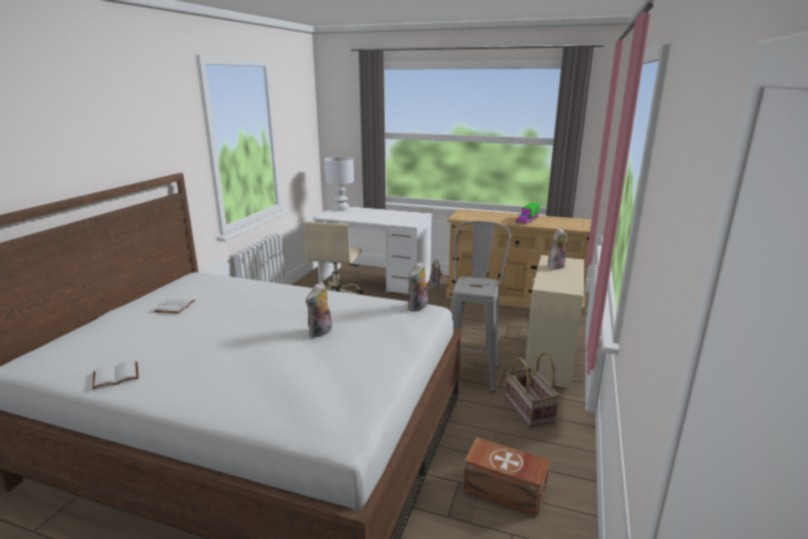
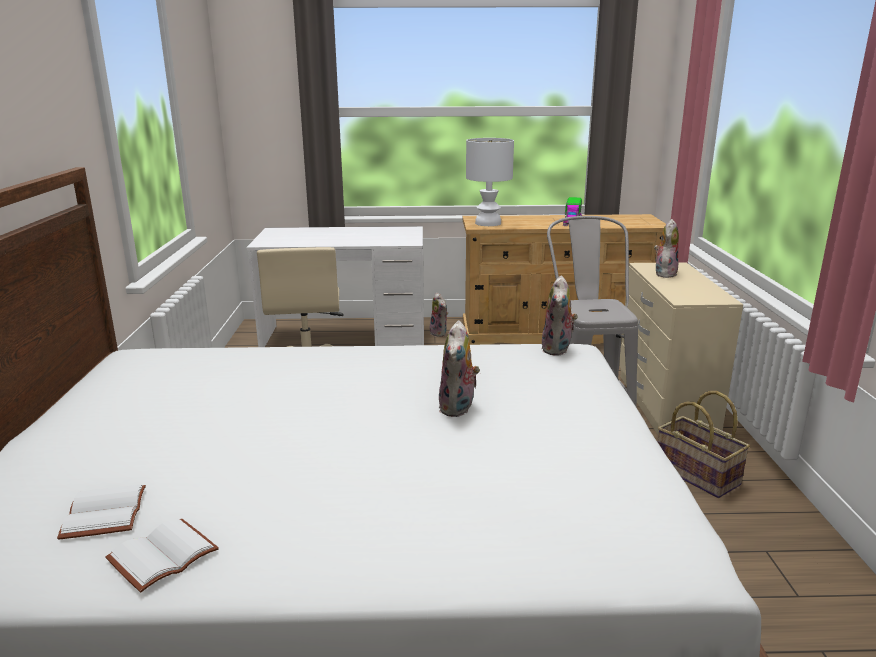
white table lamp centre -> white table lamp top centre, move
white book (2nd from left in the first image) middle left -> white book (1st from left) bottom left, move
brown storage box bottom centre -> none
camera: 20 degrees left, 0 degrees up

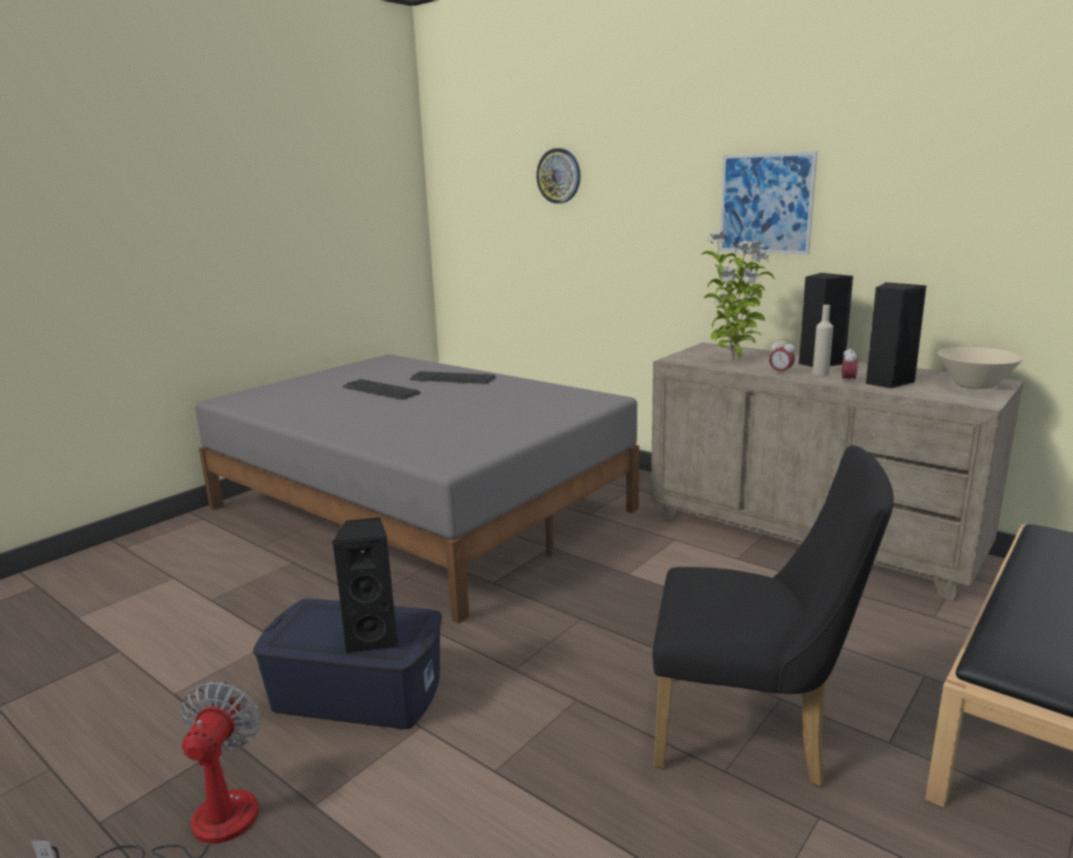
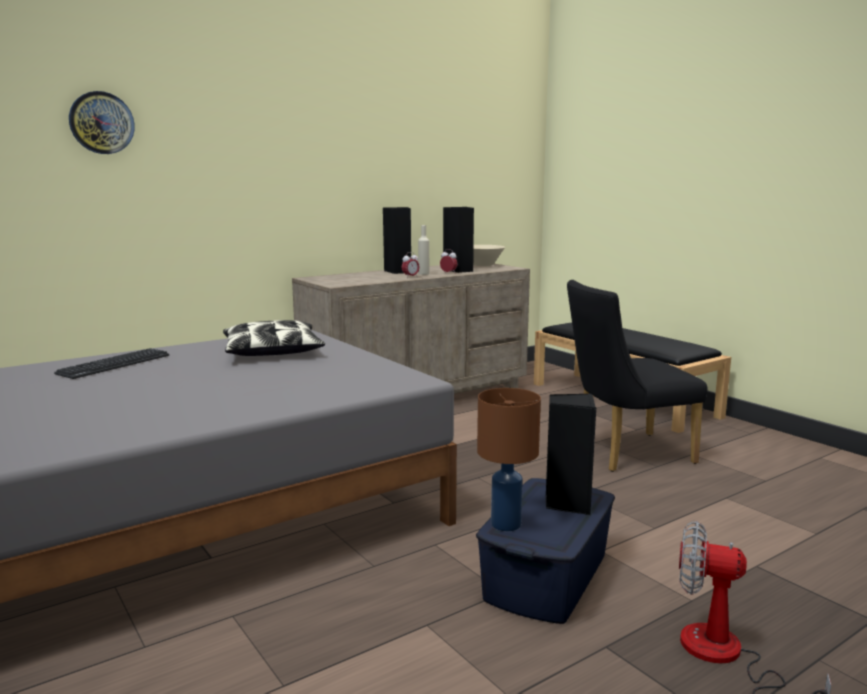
picture top right -> none
potted plant middle right -> none
keyboard (1st from left) centre -> none
black chair bottom right -> black chair middle right, 135 degrees counterclockwise
none -> pillow middle left
none -> brown table lamp centre
camera: 75 degrees left, 5 degrees down

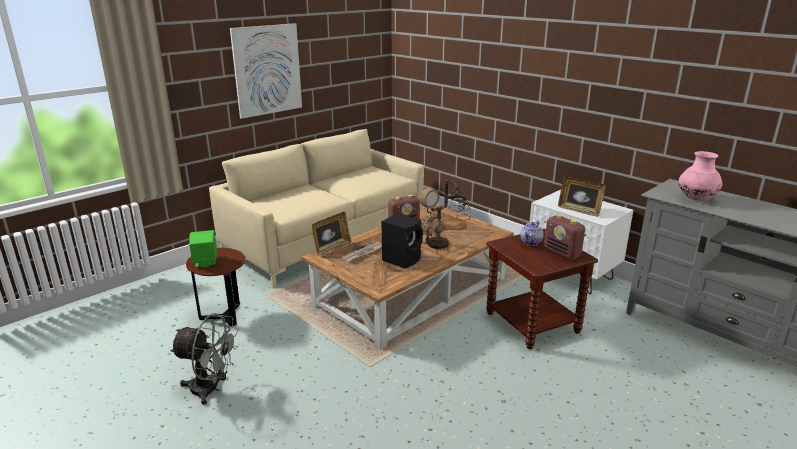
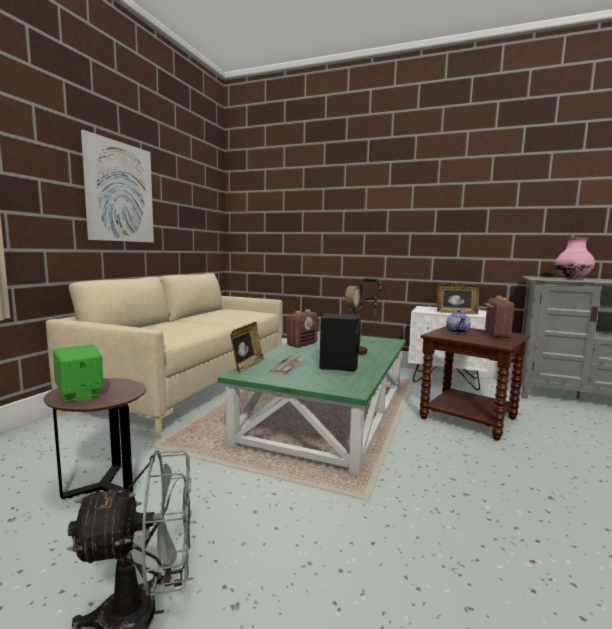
brown coffee table centre -> green coffee table centre
radio (2nd from left) middle right, 105 degrees counterclockwise
camera: 25 degrees left, 15 degrees down

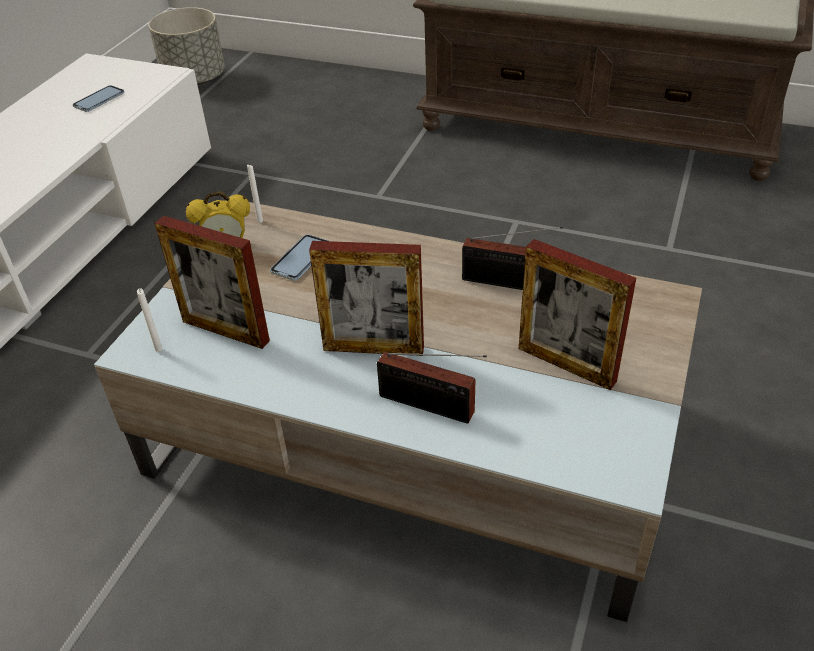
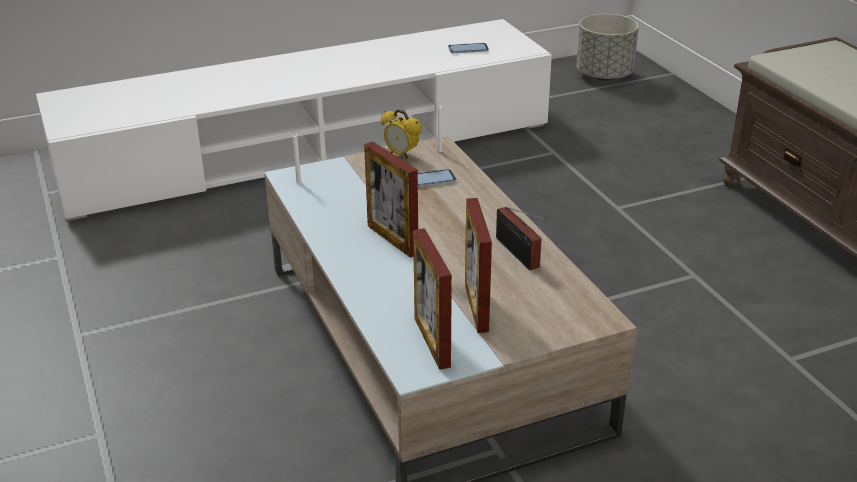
picture frame (1st from left in the first image) middle left -> picture frame (2nd from left) centre, move
radio (1st from left) centre -> none
camera: 45 degrees right, 10 degrees down

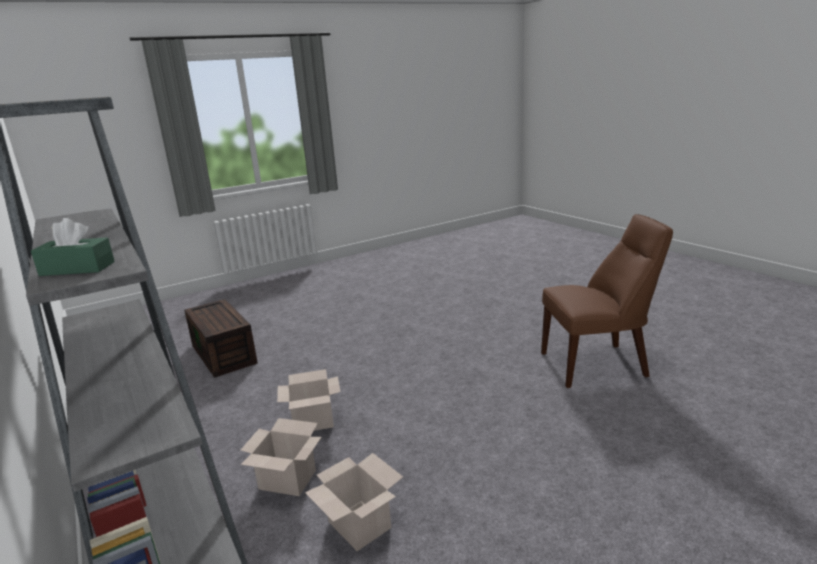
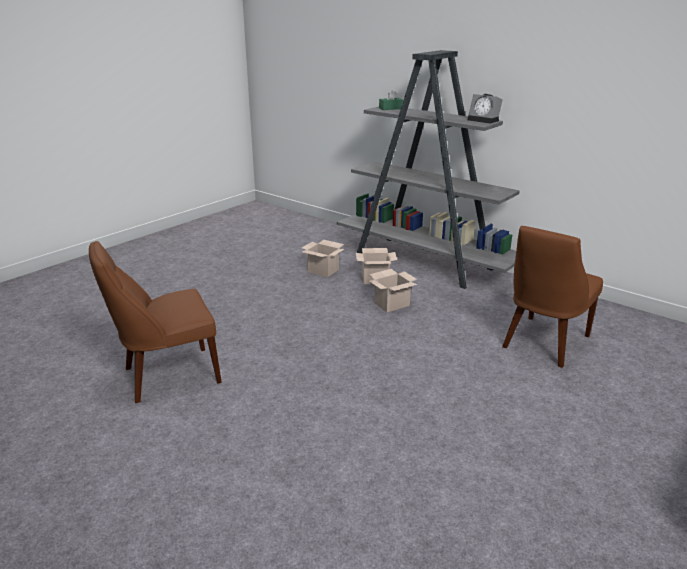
brown storage box middle left -> brown chair (2nd from left) middle right
none -> alarm clock top right
camera: 160 degrees right, 5 degrees up

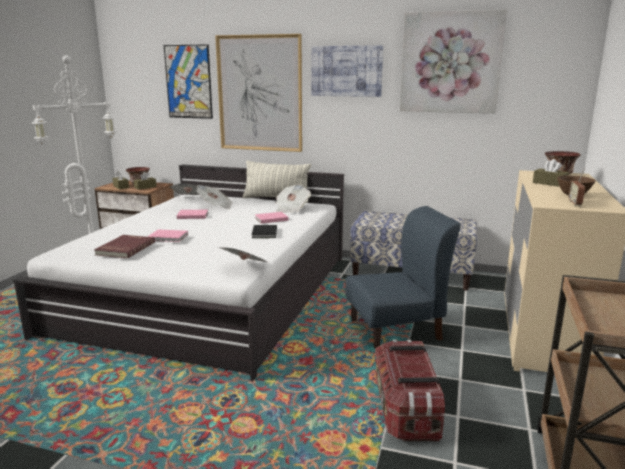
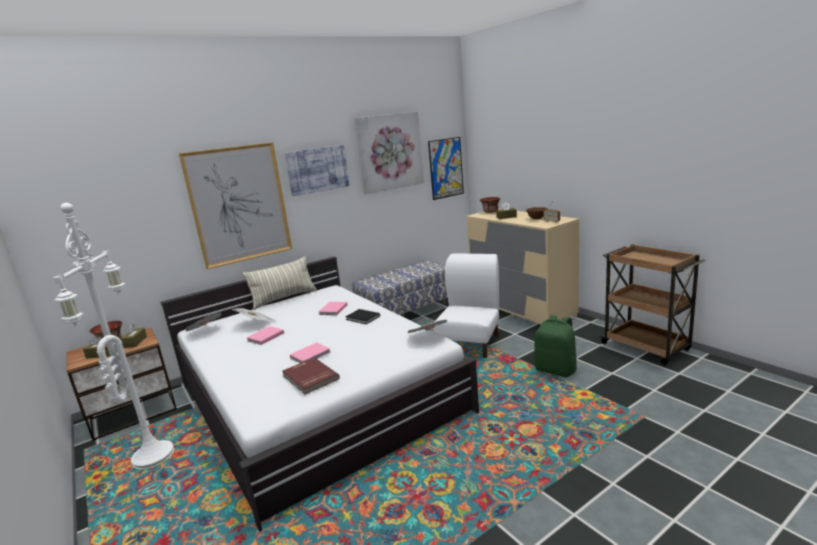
picture (1st from left in the first image) top left -> picture (4th from left) top centre, move
newspaper (4th from left) centre -> none
blue chair centre -> white chair centre
storage box bottom centre -> green backpack middle right
camera: 50 degrees left, 0 degrees up

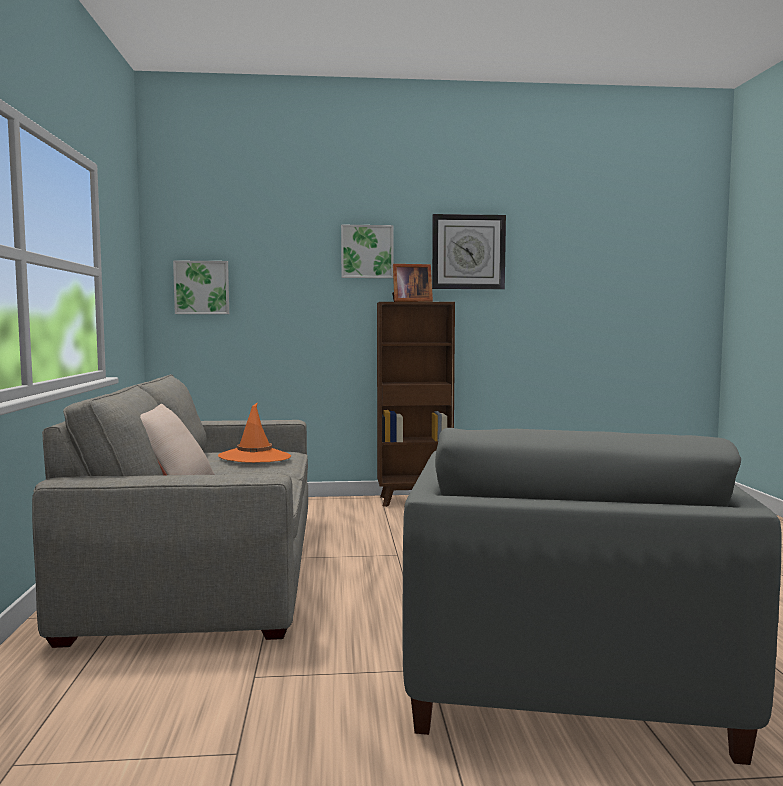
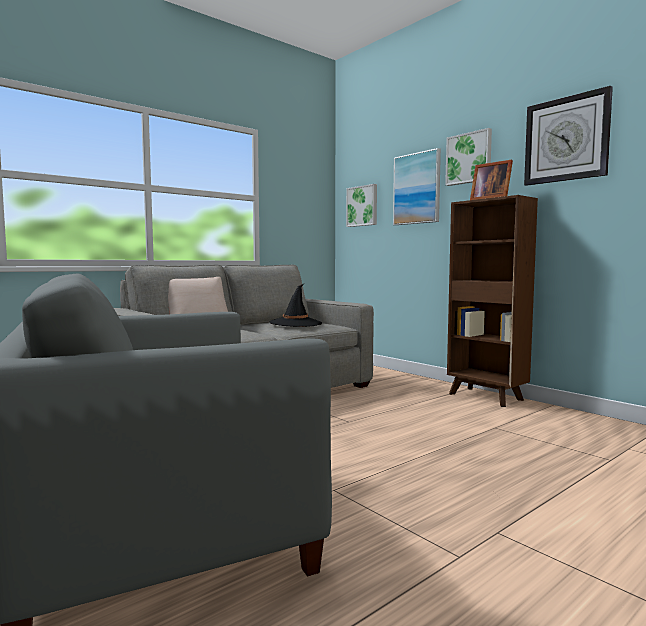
orange hat middle left -> black hat centre
none -> picture (2nd from left) top centre
camera: 55 degrees right, 0 degrees up

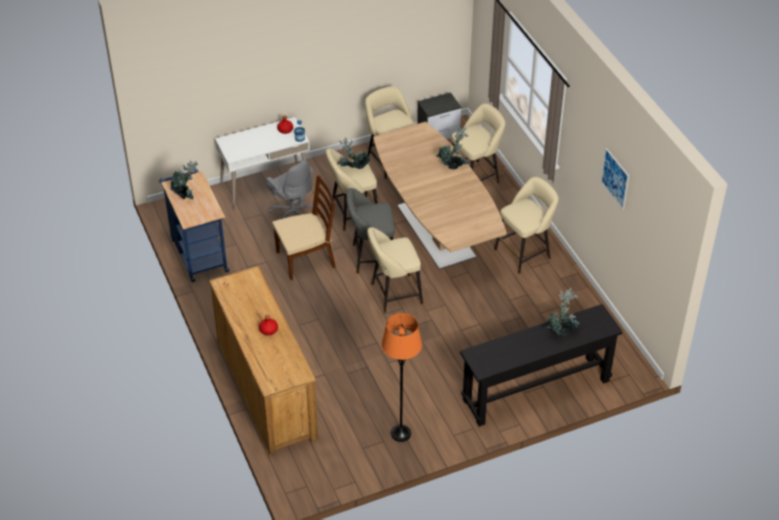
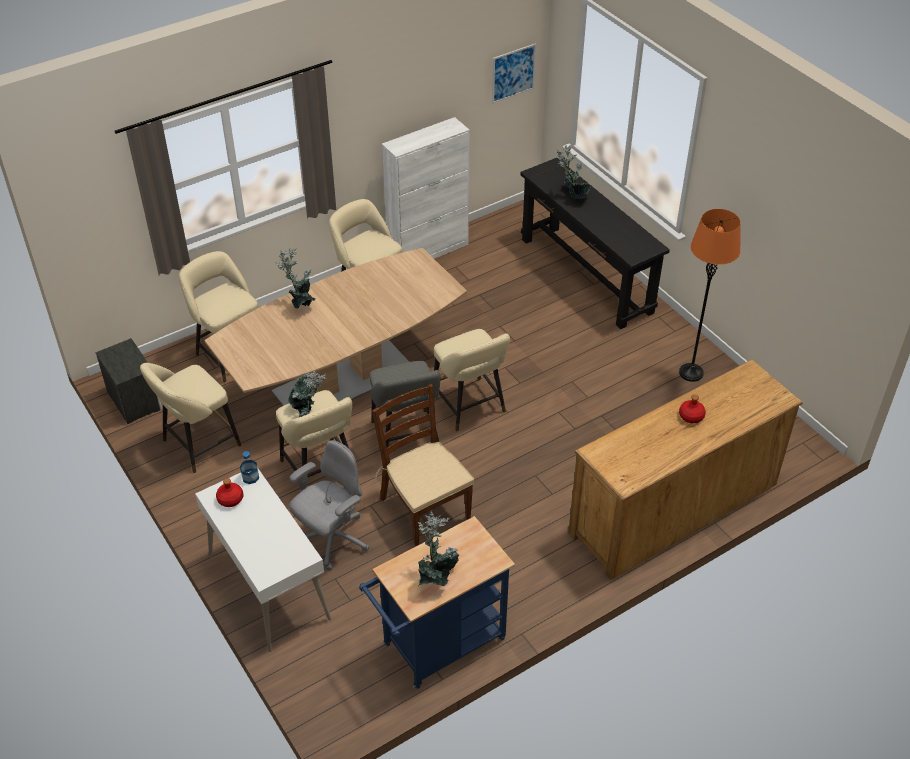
picture middle right -> picture top centre, move
none -> white cabinet top centre
camera: 100 degrees left, 0 degrees up

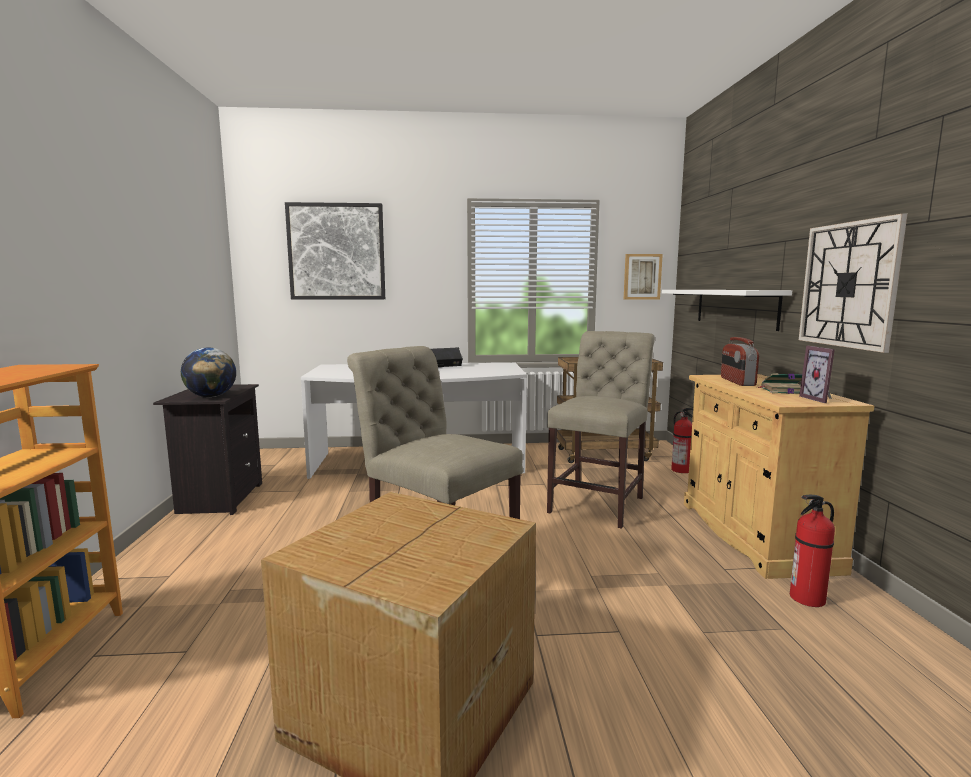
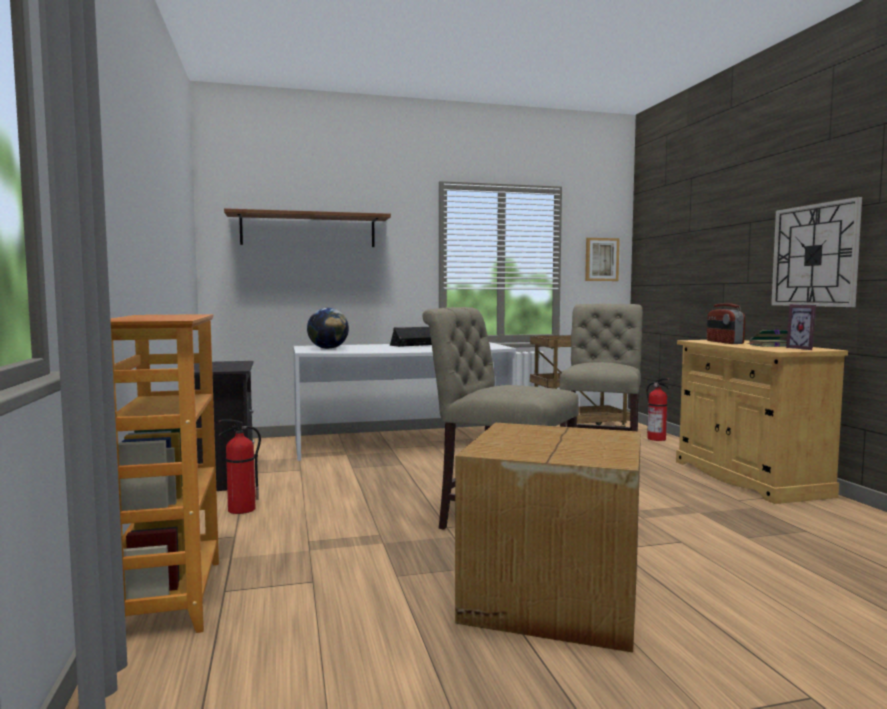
picture (1st from left) top centre -> brown shelf top centre
white shelf middle right -> none
globe middle left -> globe centre, move
fire extinguisher (2nd from left in the first image) bottom right -> fire extinguisher (1st from left) middle left, move
camera: 10 degrees left, 5 degrees down

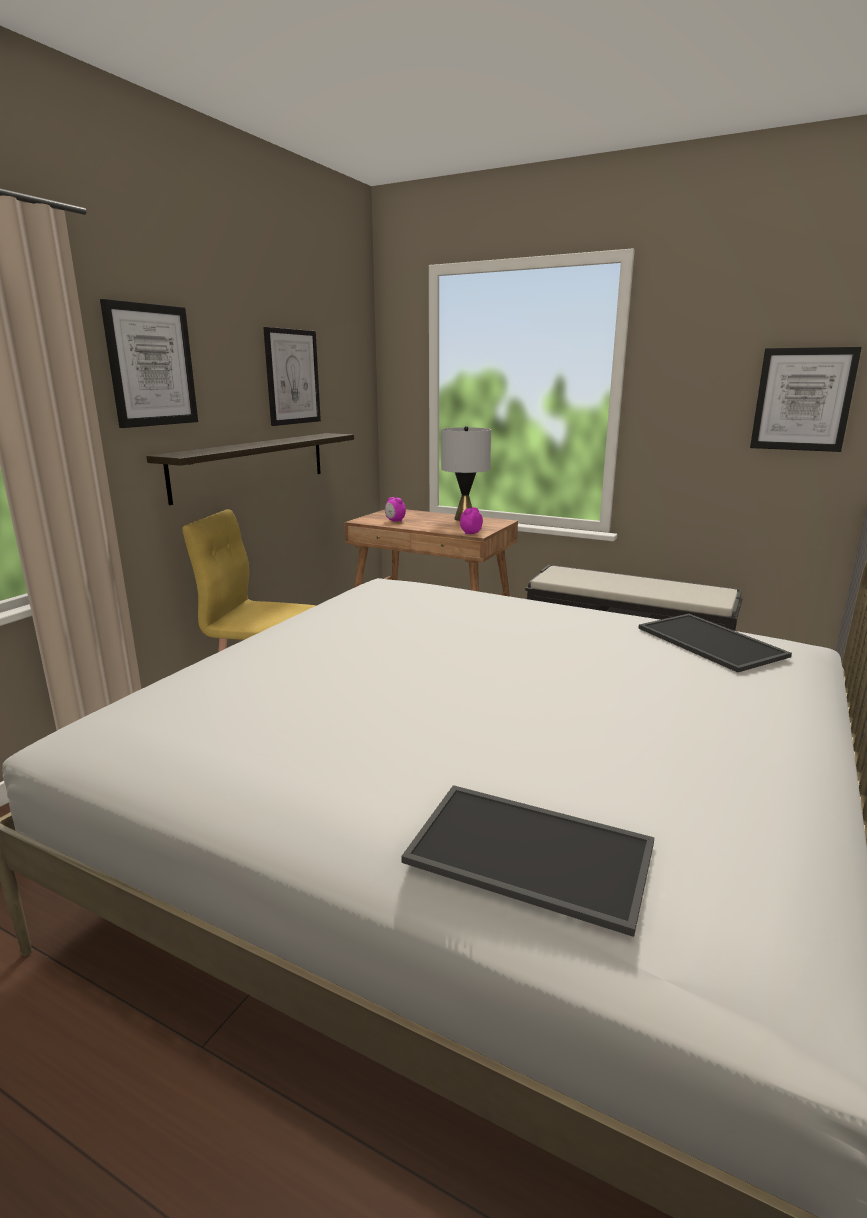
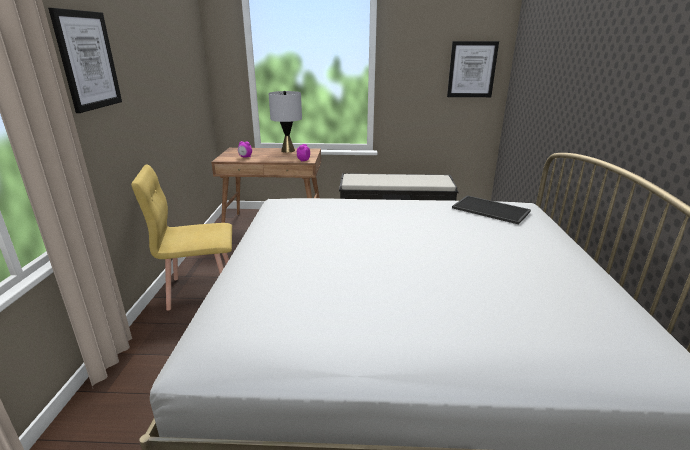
picture (2nd from left) top centre -> none
shelf middle left -> none
tray (1st from left) bottom centre -> none
camera: 25 degrees left, 5 degrees up

